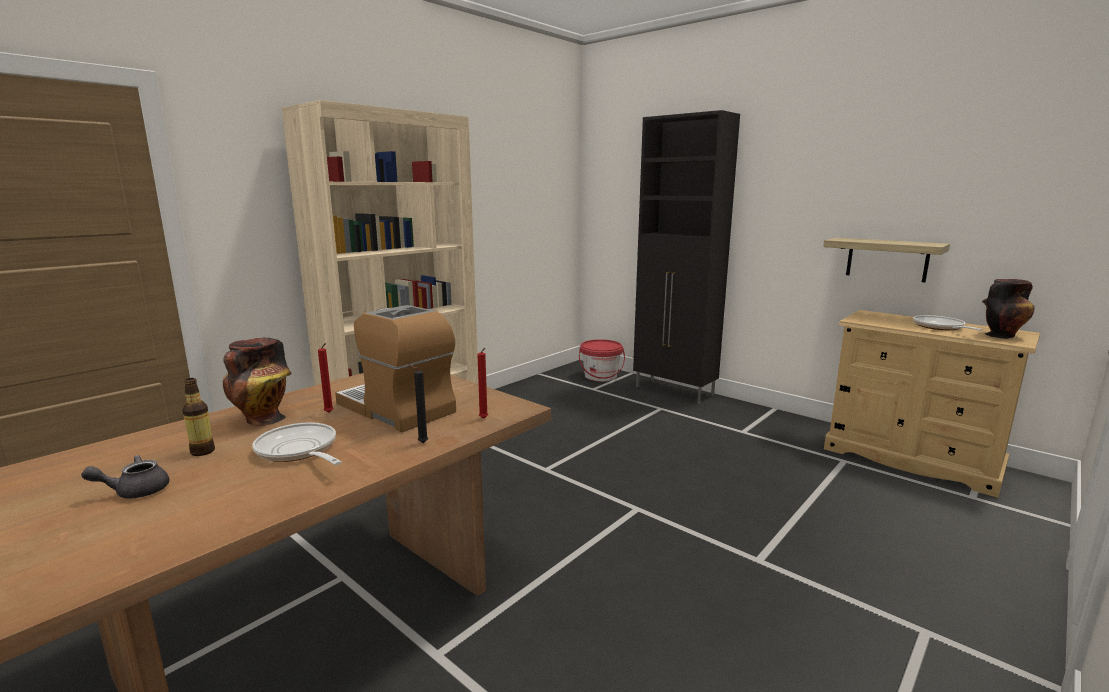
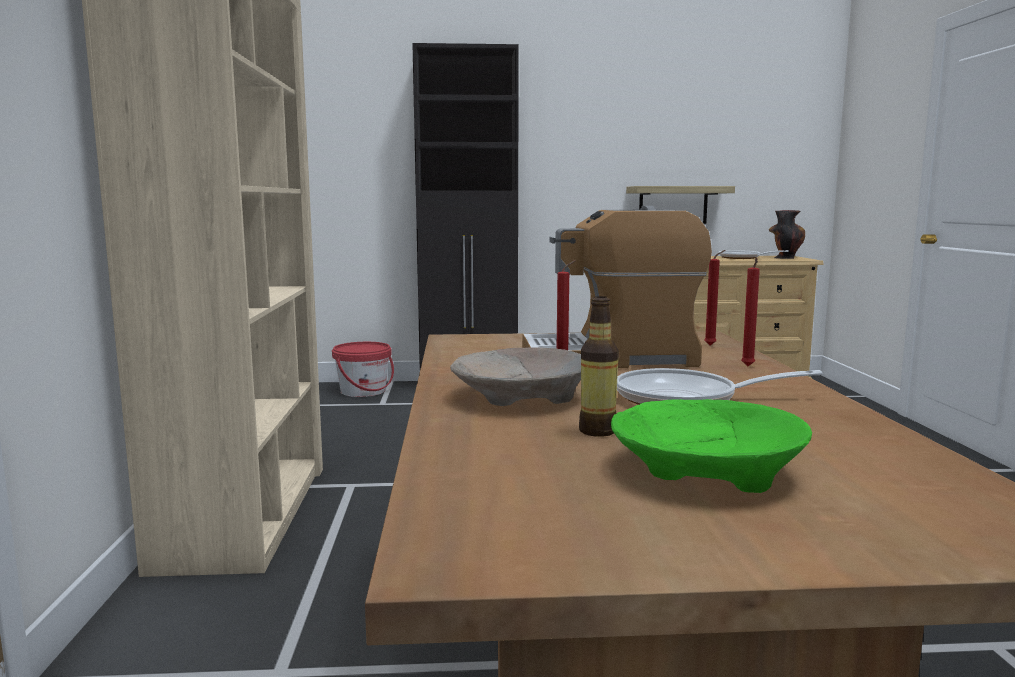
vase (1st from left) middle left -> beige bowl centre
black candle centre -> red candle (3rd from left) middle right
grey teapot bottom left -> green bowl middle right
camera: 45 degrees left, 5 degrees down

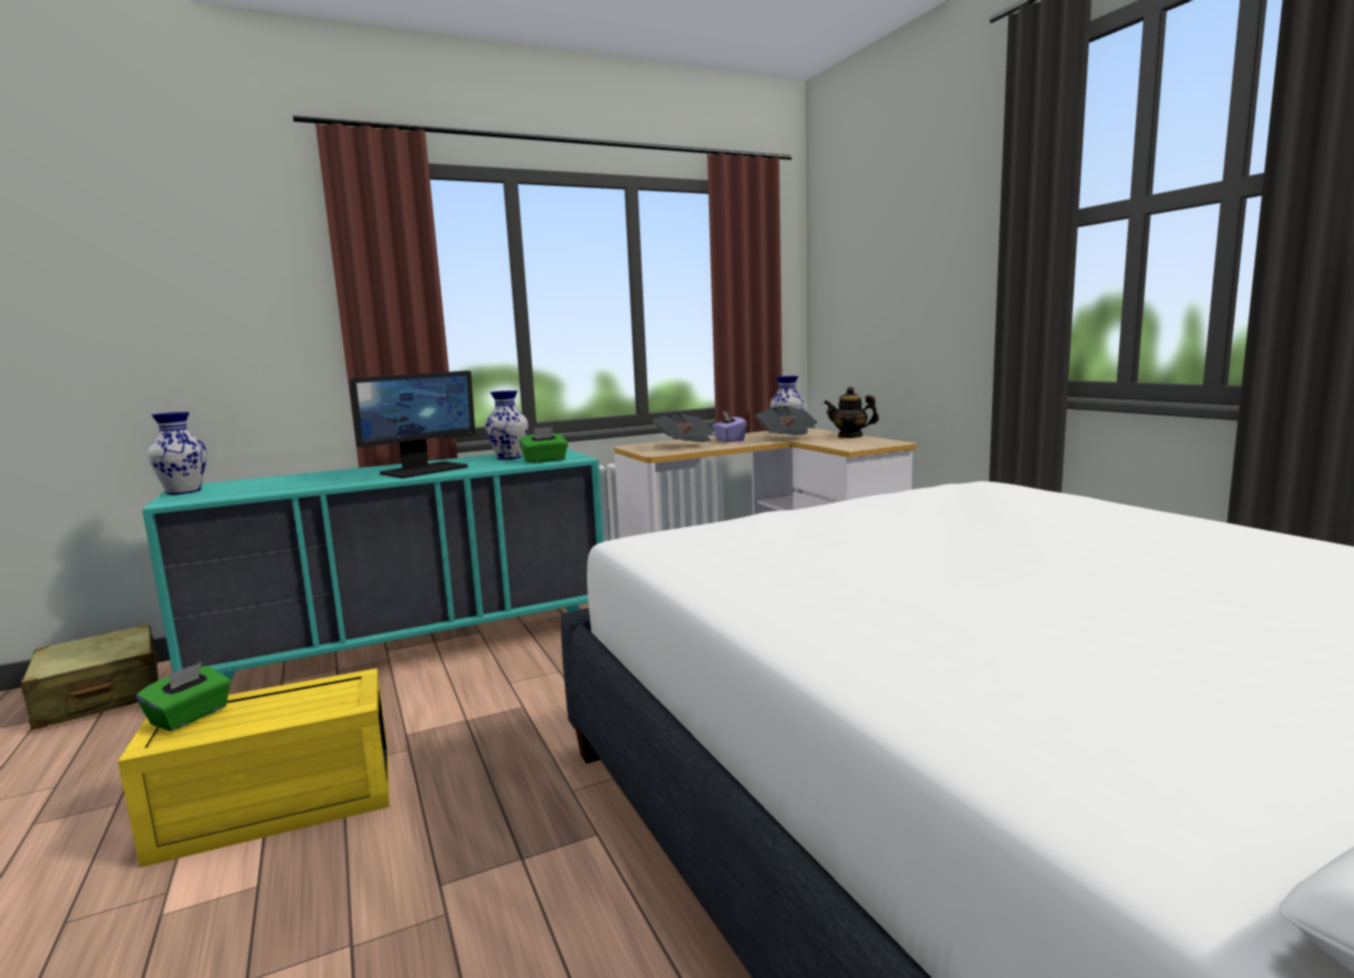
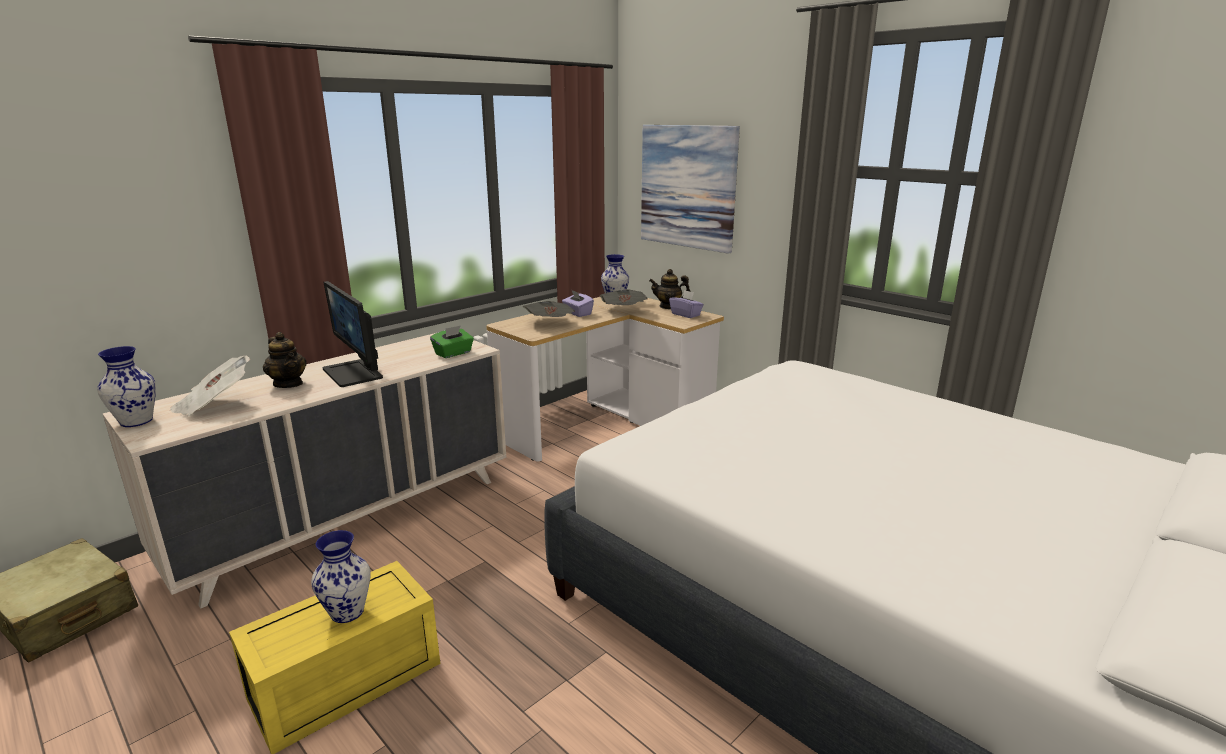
monitor middle left, 120 degrees clockwise
vase (2nd from left) centre -> vase (2nd from left) bottom left, move
turquoise dresser middle left -> beige dresser middle left
green tissue box (1st from left) bottom left -> none
none -> picture top centre
none -> purple tissue box (2nd from left) centre
none -> teapot (1st from left) middle left
none -> newspaper (1st from left) middle left
camera: 20 degrees left, 10 degrees up

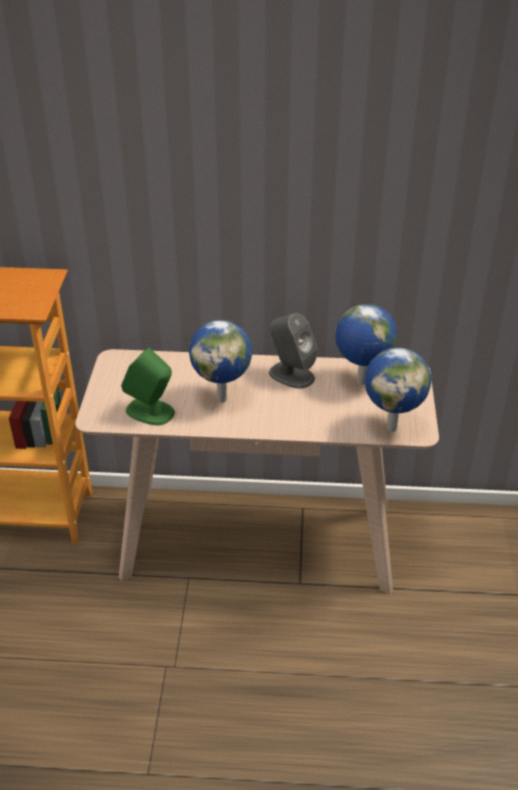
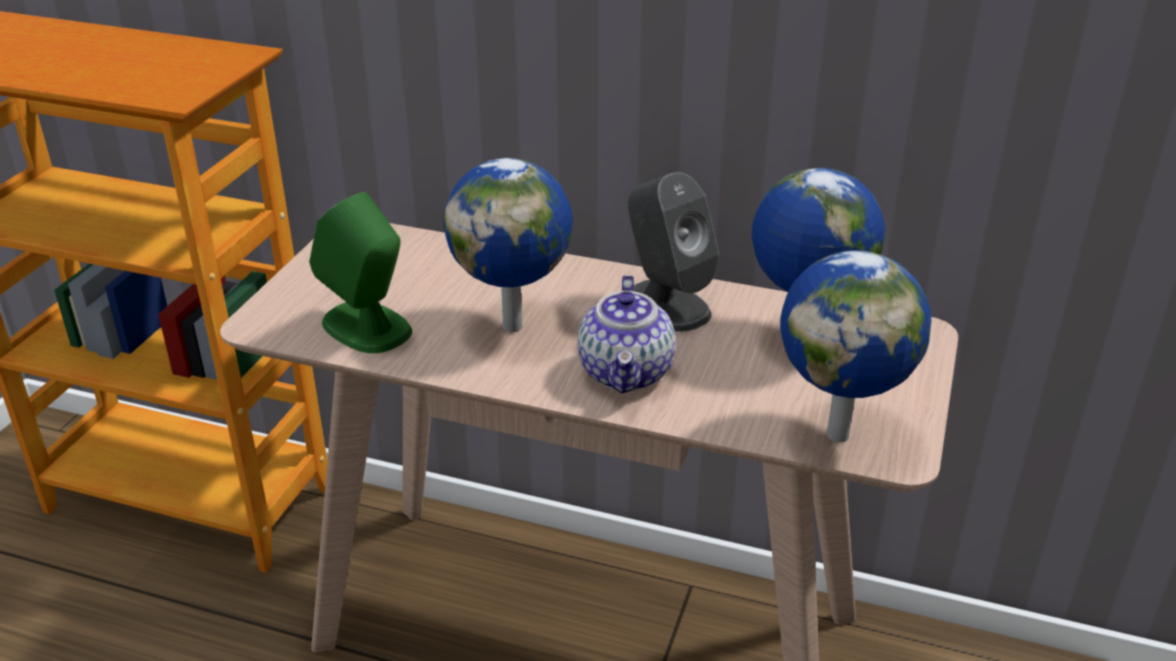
none -> teapot centre
camera: 15 degrees right, 5 degrees down

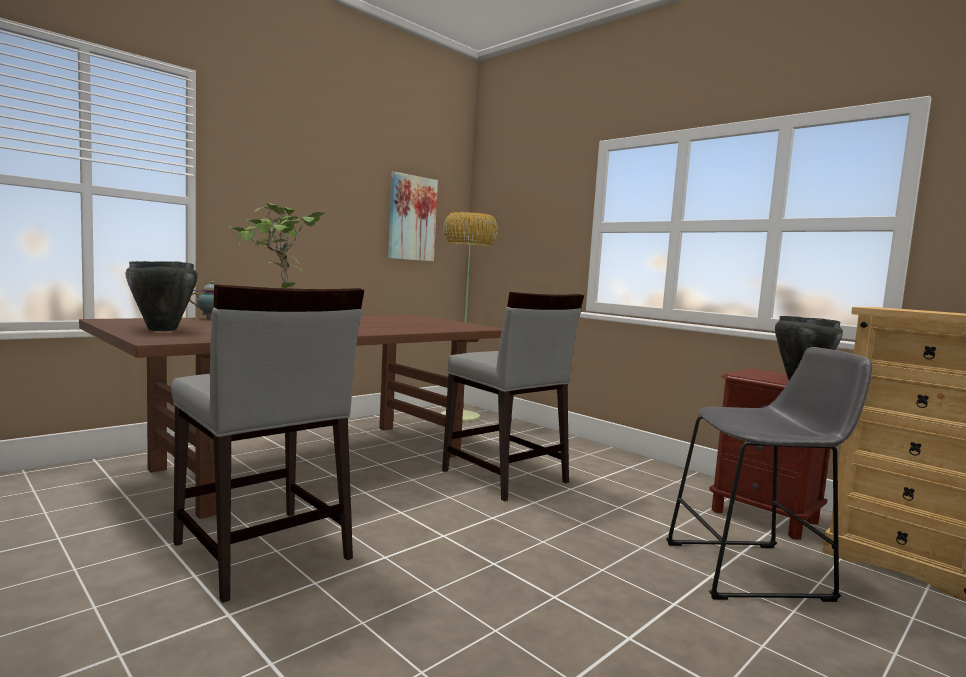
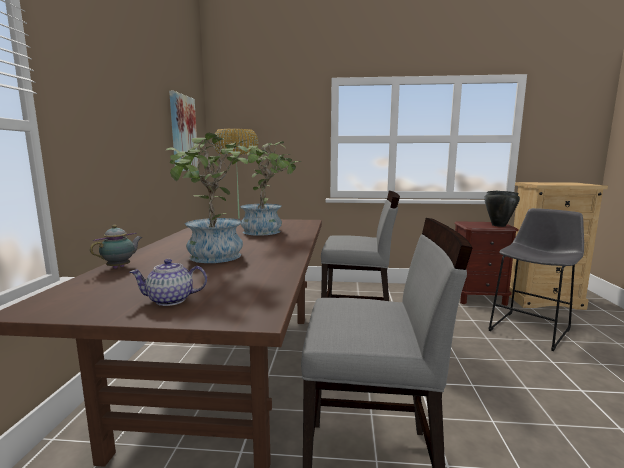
black cooking pot (1st from left) middle left -> teapot (2nd from left) middle left
none -> potted plant (2nd from left) centre
camera: 40 degrees left, 5 degrees up

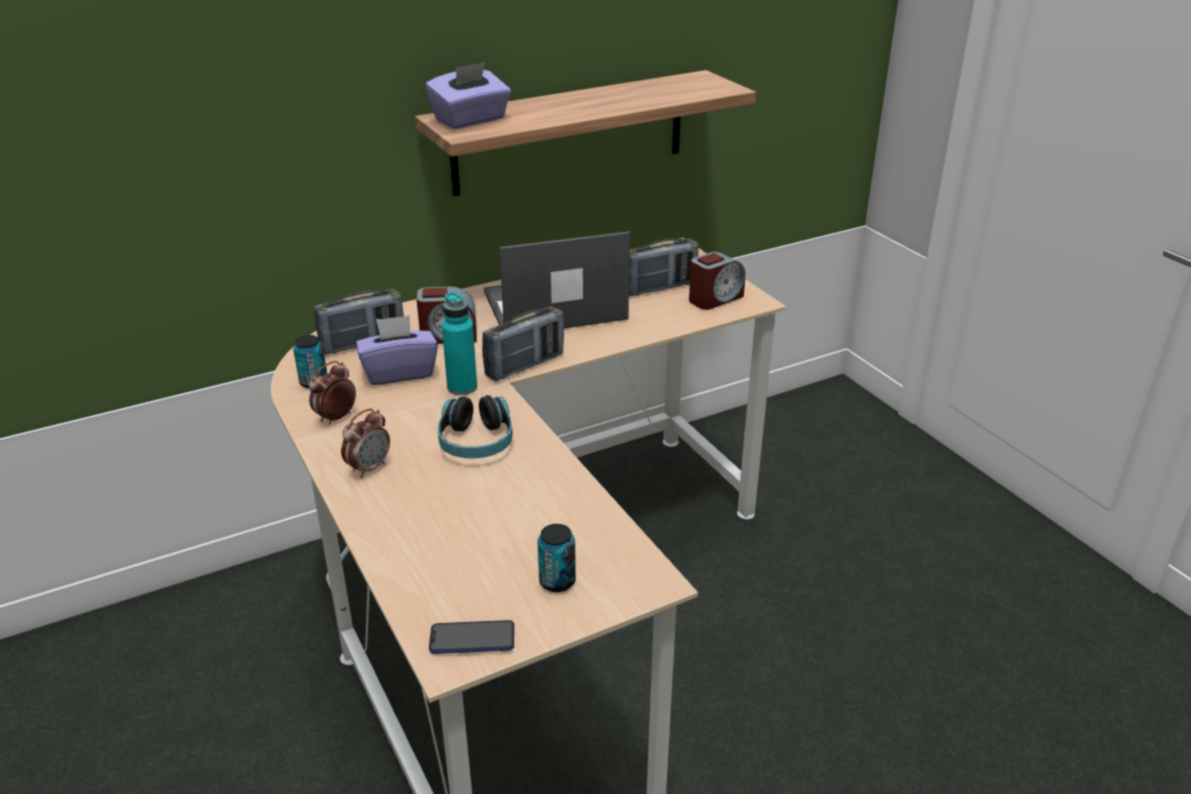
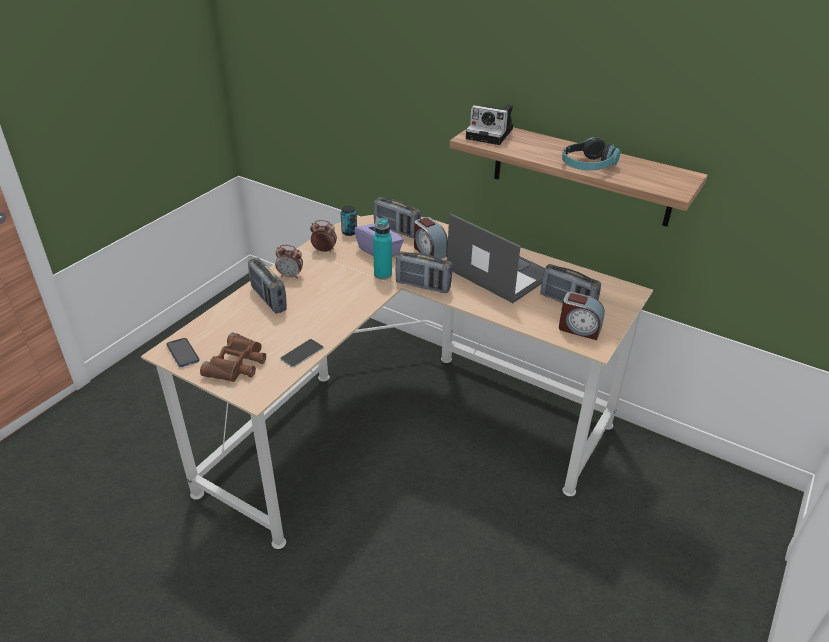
purple tissue box (2nd from left) top centre -> photo camera top centre
headphones centre -> headphones top right, move
can (2nd from left) bottom centre -> brown binoculars middle left
none -> radio (1st from left) middle left
none -> phone (2nd from left) centre
camera: 60 degrees right, 5 degrees up

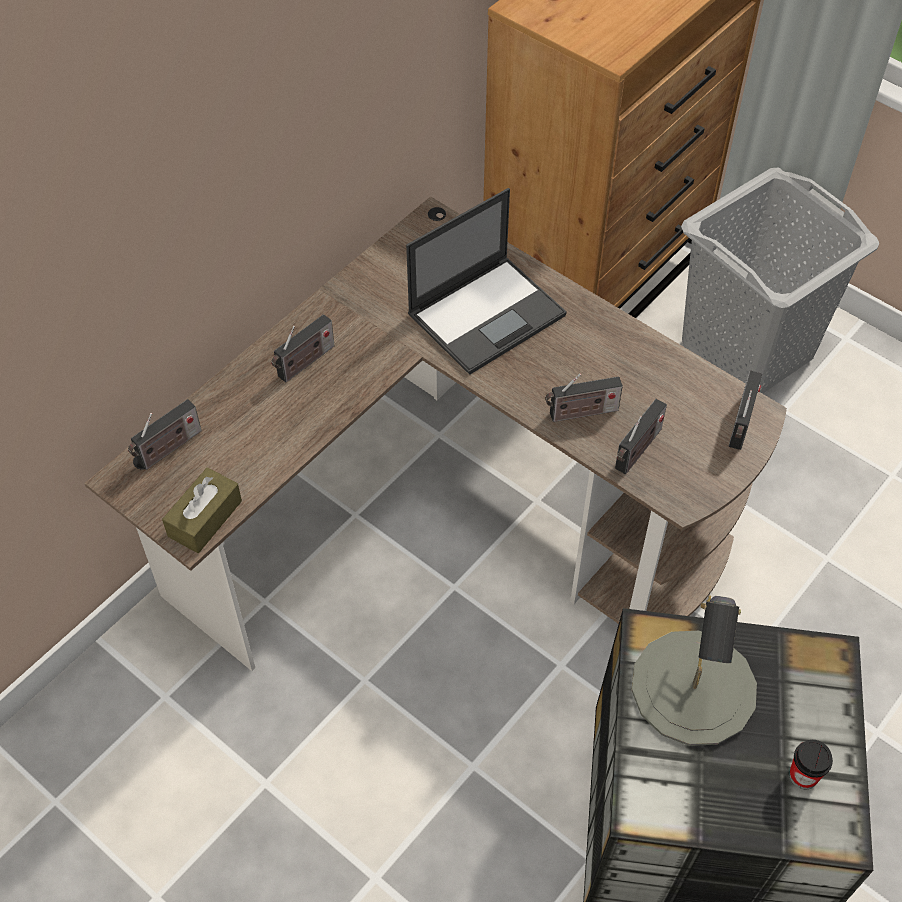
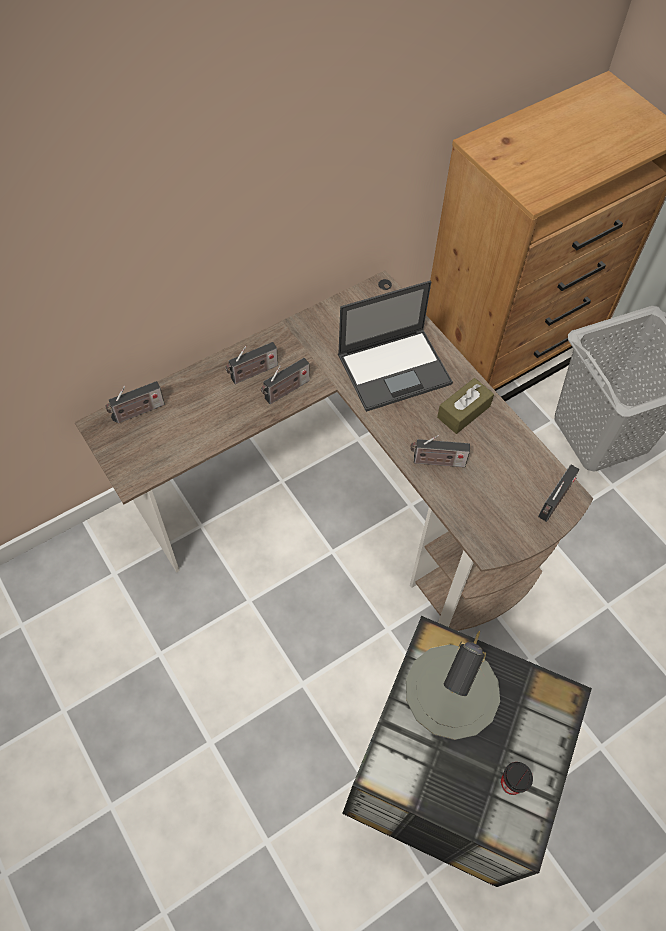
radio (4th from left in the first image) middle right -> radio (3rd from left) centre, move
brown tissue box middle left -> brown tissue box middle right, move
camera: 15 degrees right, 5 degrees up

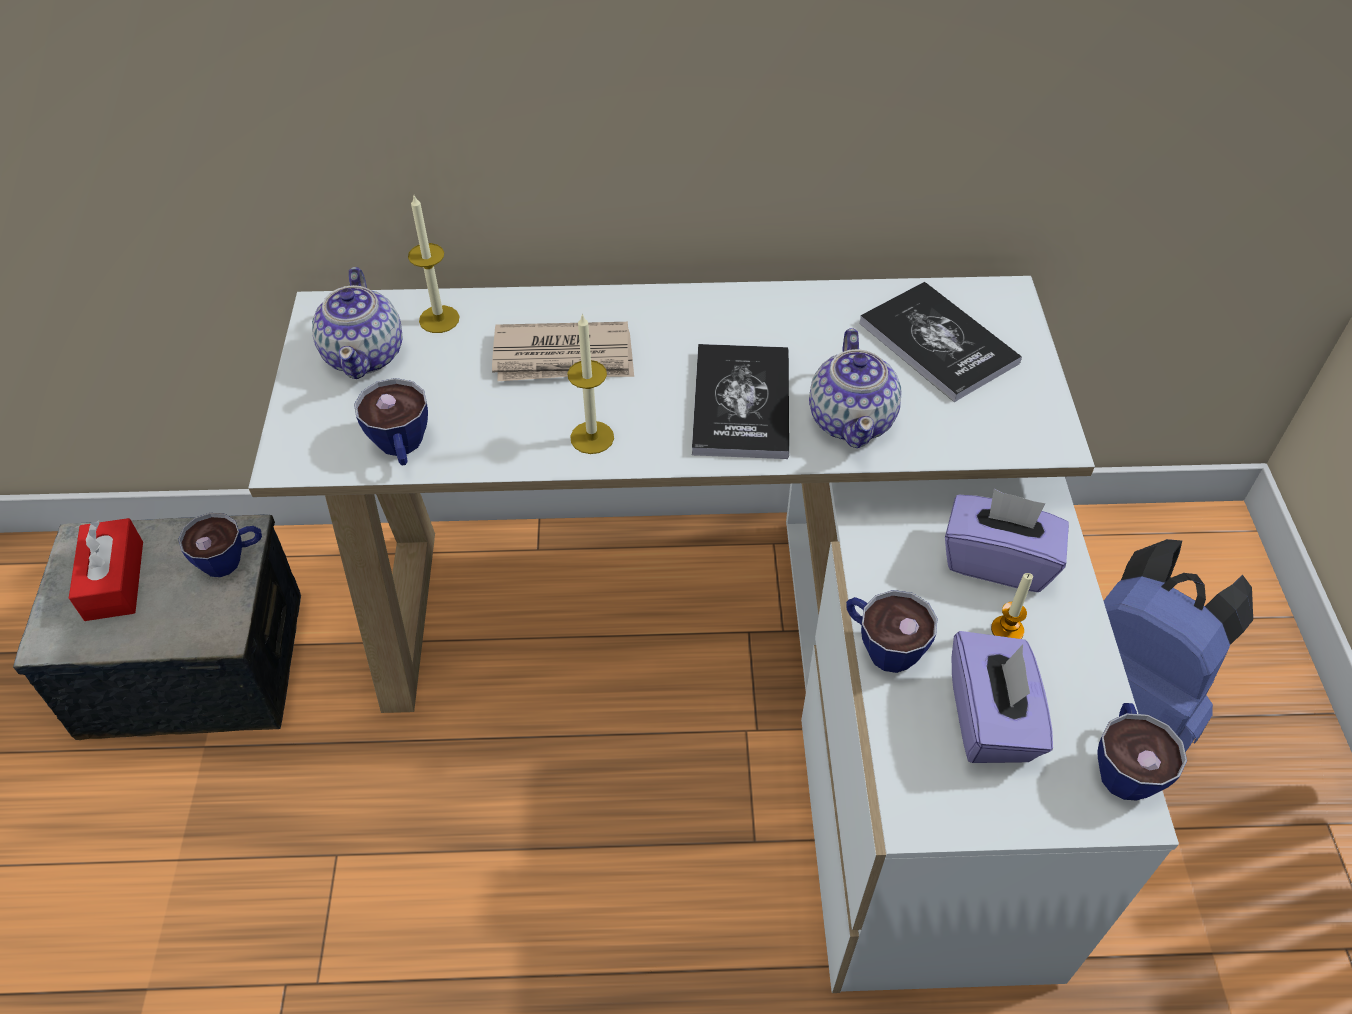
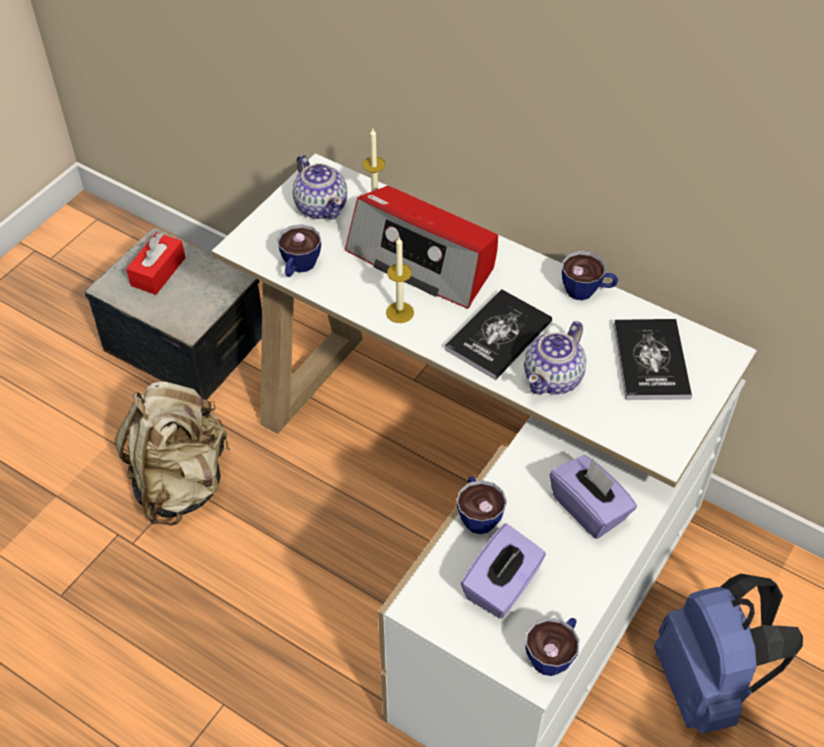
teapot (1st from left) top left -> teapot (1st from left) top centre, 60 degrees counterclockwise
newspaper centre -> radio top centre
cup (1st from left in the first image) middle left -> cup (4th from left) middle right, move
candle (3rd from left) middle right -> none
none -> beige backpack middle left
camera: 35 degrees right, 0 degrees up

